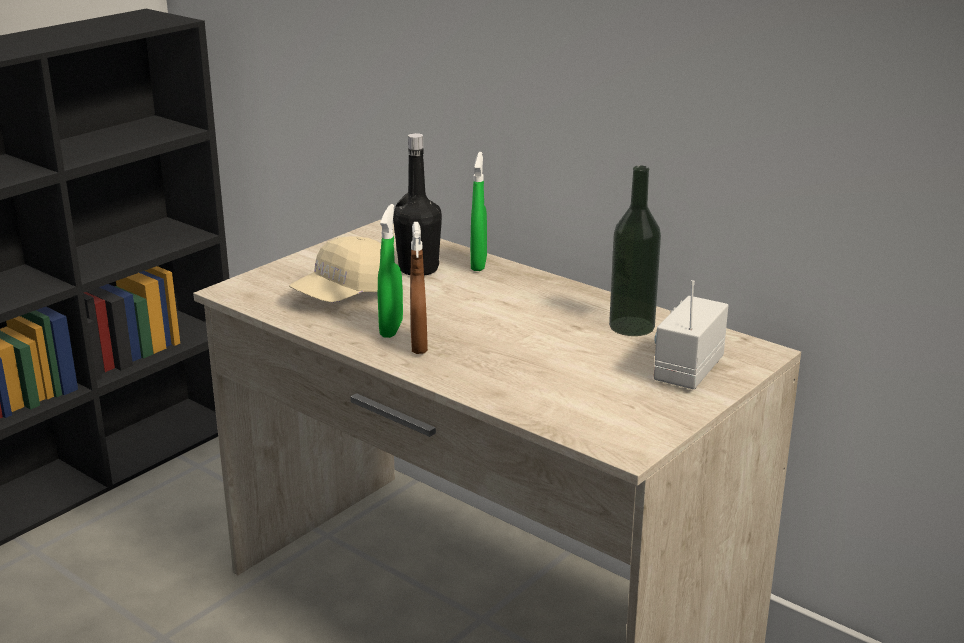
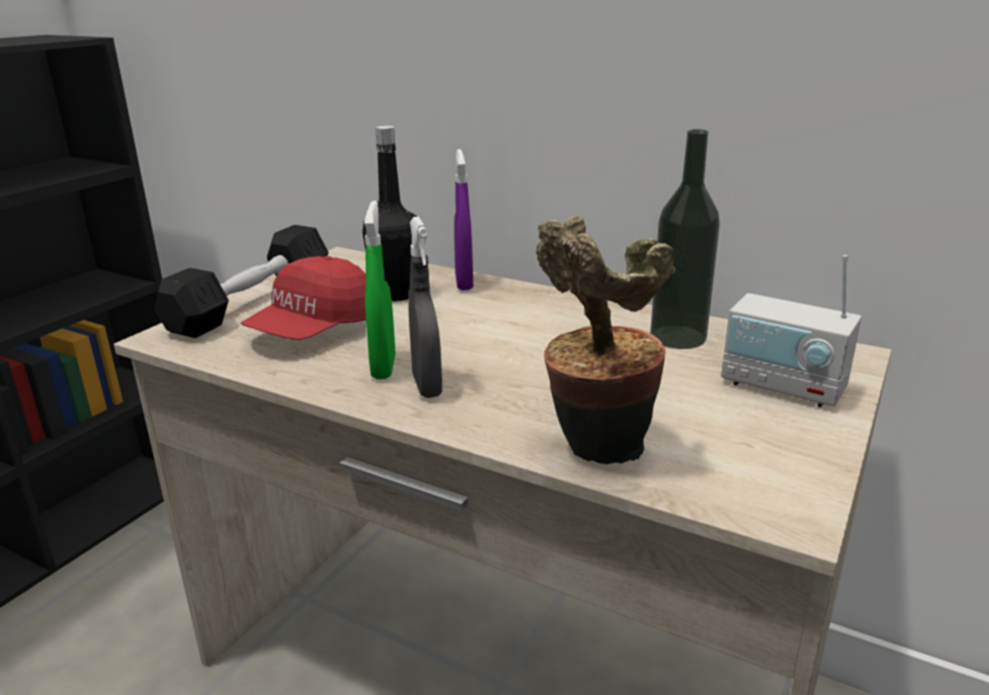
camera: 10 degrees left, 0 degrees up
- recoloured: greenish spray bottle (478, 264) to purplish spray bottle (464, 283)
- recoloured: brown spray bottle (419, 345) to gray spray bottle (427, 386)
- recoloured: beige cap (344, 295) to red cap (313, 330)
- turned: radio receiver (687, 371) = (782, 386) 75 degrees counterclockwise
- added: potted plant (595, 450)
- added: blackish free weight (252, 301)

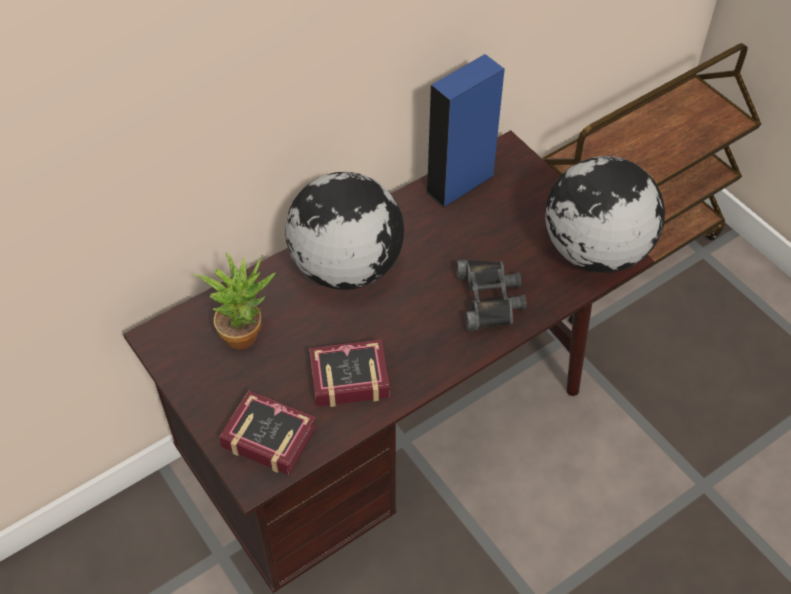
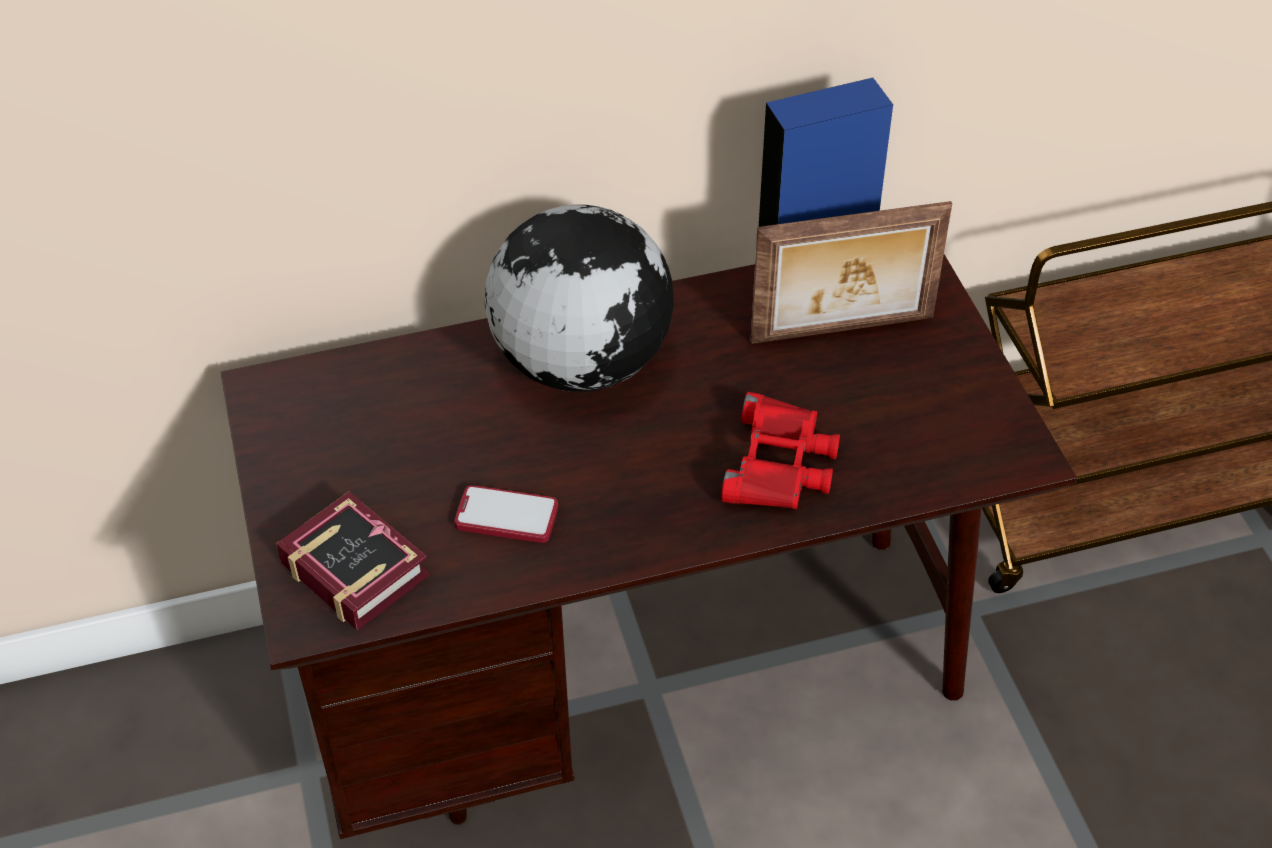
camera: 20 degrees right, 5 degrees down
- removed: desk globe (594, 251)
- removed: potted plant (246, 331)
- recoloured: blackish pair of binoculars (490, 298) to red pair of binoculars (781, 464)
- replaced: volume (345, 377) to handset (506, 516)
- added: standing frame (843, 331)

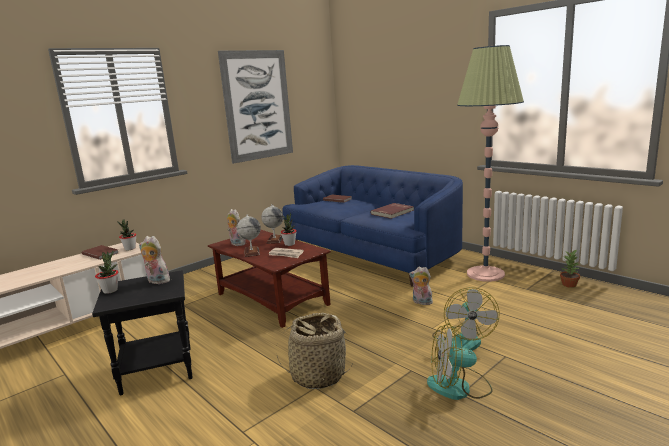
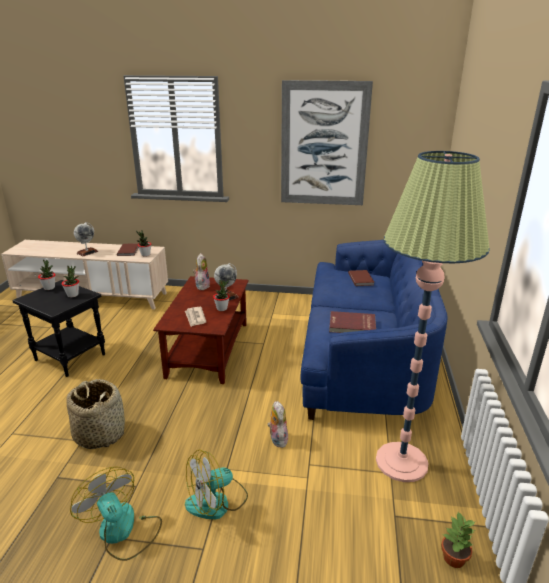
camera: 50 degrees right, 10 degrees up
- moved: desk globe (251, 252) to (87, 252)
- replaced: plush toy (156, 281) to potted plant (73, 295)

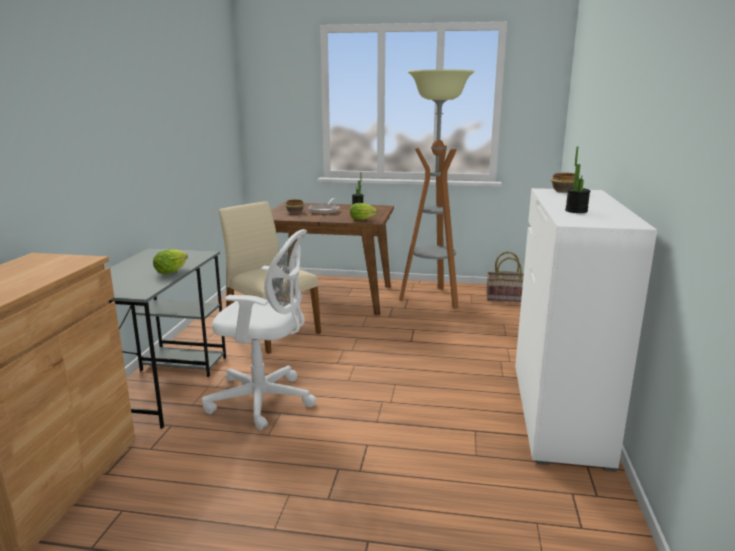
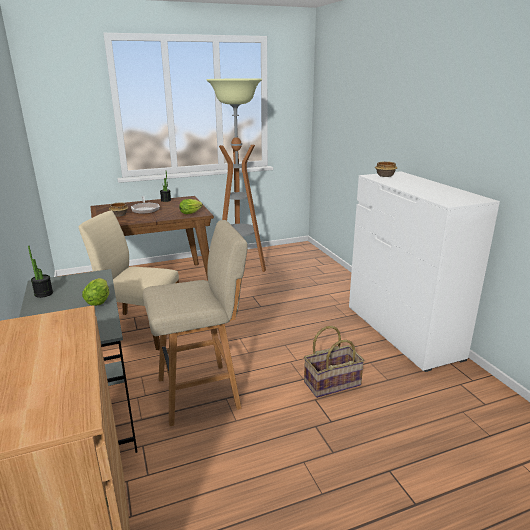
camera: 30 degrees left, 5 degrees up
- moved: potted plant (576, 211) to (43, 293)
- replaced: white-coloured office chair (265, 400) to beige stool (201, 392)
- moved: household basket (506, 297) to (332, 383)

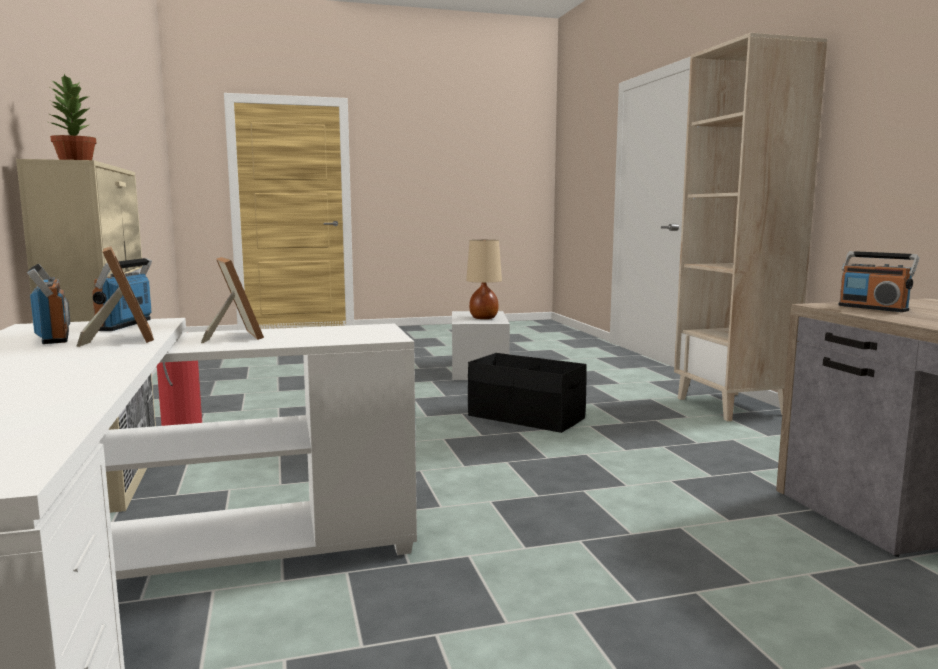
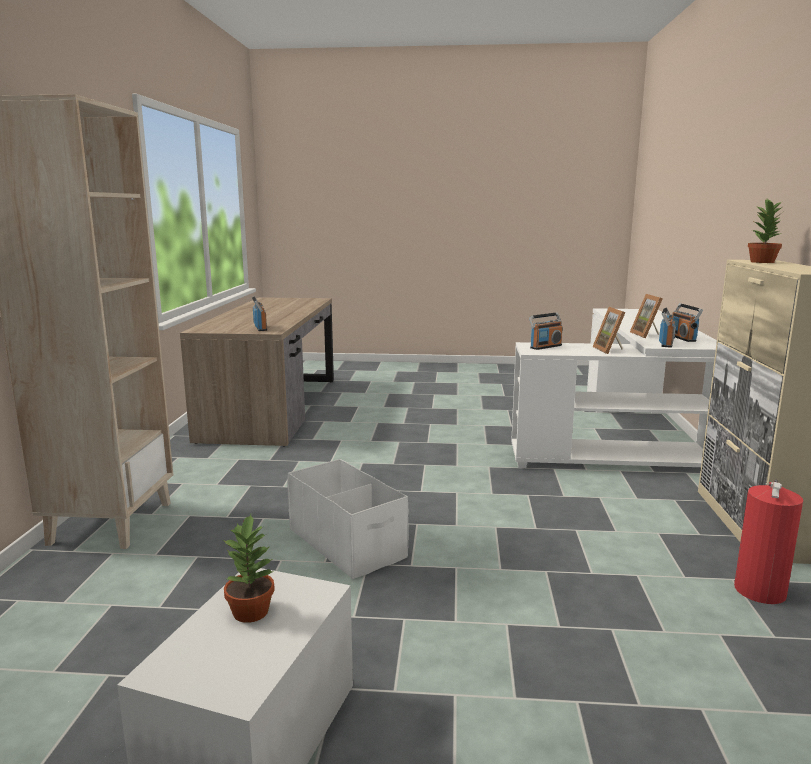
camera: 160 degrees left, 5 degrees up
- replaced: beige table lamp (483, 318) to potted plant (252, 612)
- recoloured: blackish storage box (525, 417) to white-coloured storage box (347, 543)
- added: radio receiver (545, 347)

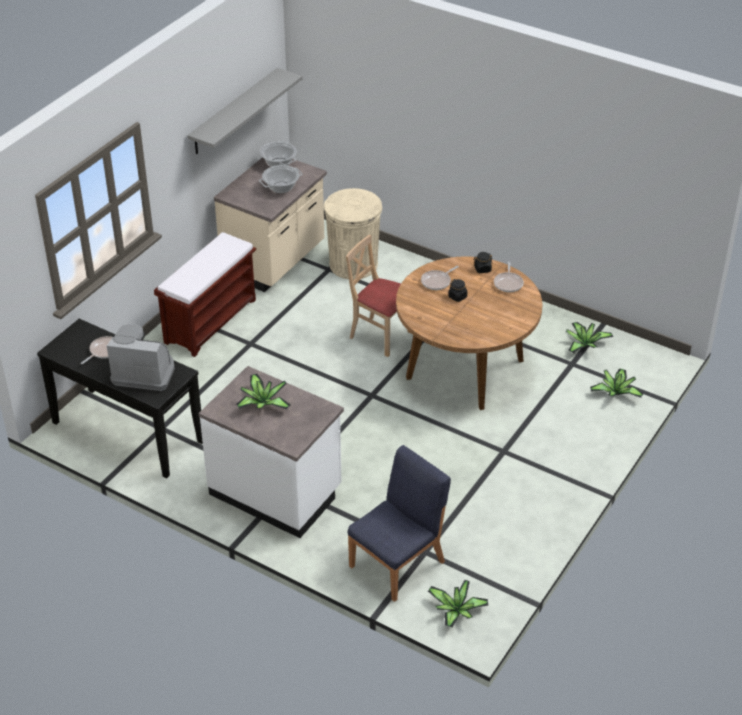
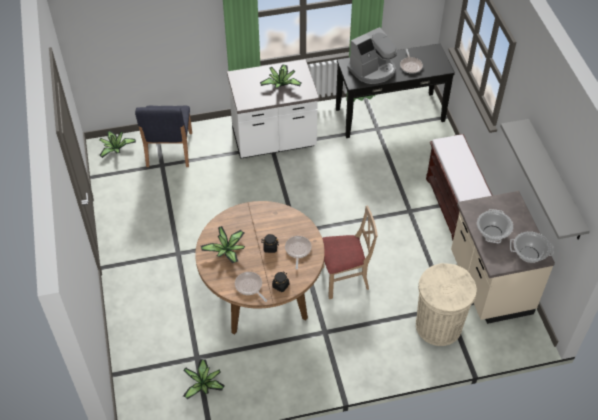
camera: 135 degrees right, 10 degrees up
- moved: potted plant (616, 392) to (227, 251)

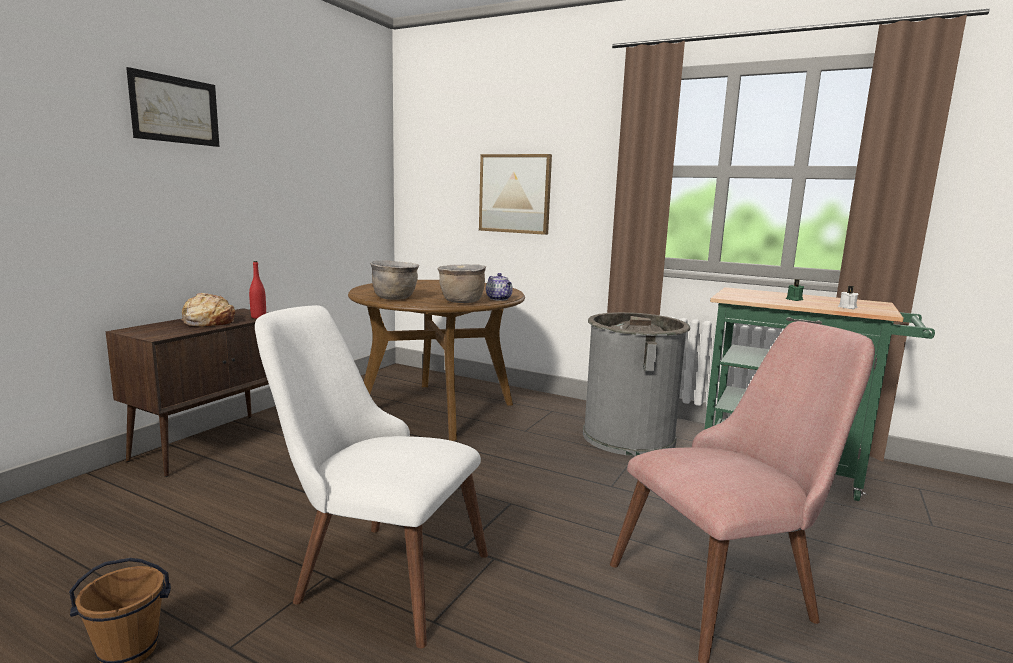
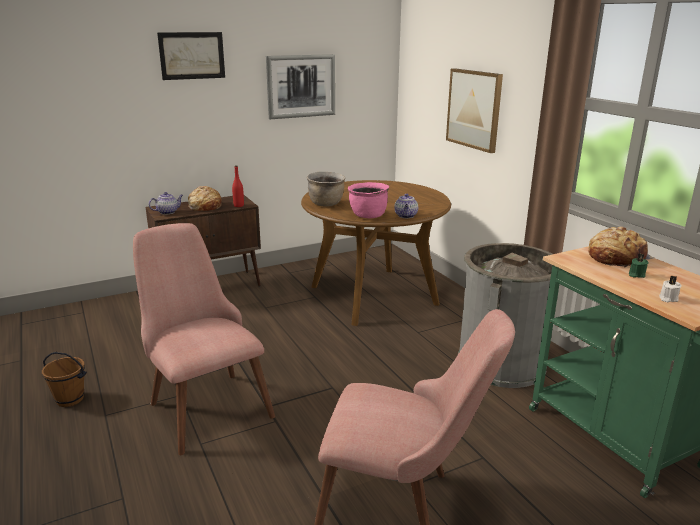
camera: 35 degrees right, 10 degrees up
- recoloured: brown stockpot (461, 302) to pinkish stockpot (367, 216)
- recoloured: white-coloured plain chair (373, 572) to pinkish plain chair (203, 402)
- added: wall art (301, 86)
- added: teapot (168, 212)
- added: bread (615, 257)

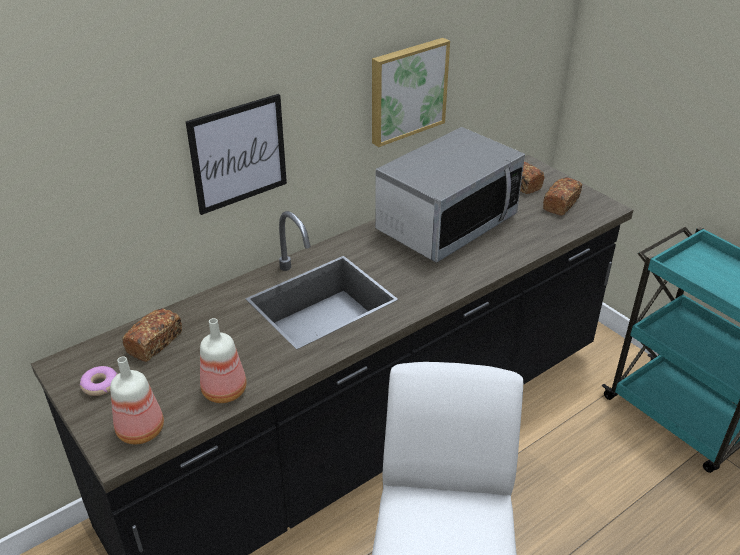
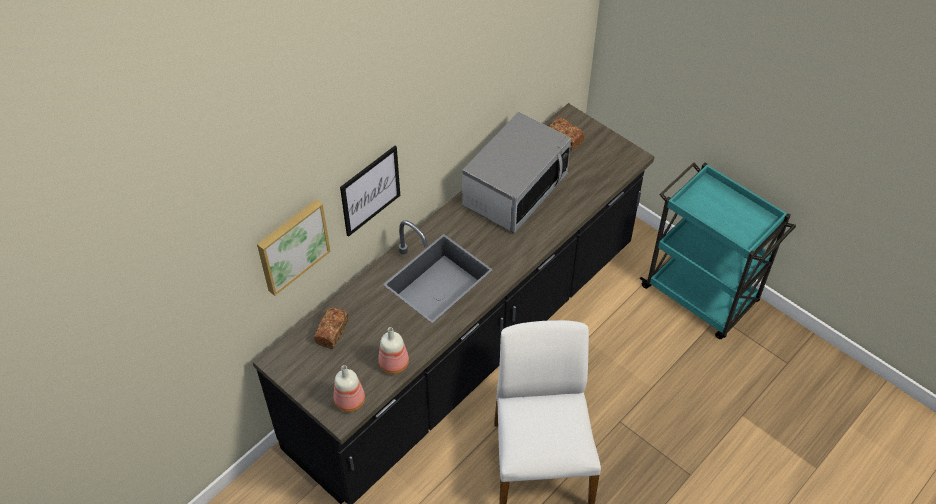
camera: 10 degrees left, 15 degrees up
- moved: wall art (407, 90) to (292, 245)
- removed: bread (560, 204)
- removed: donut (100, 385)

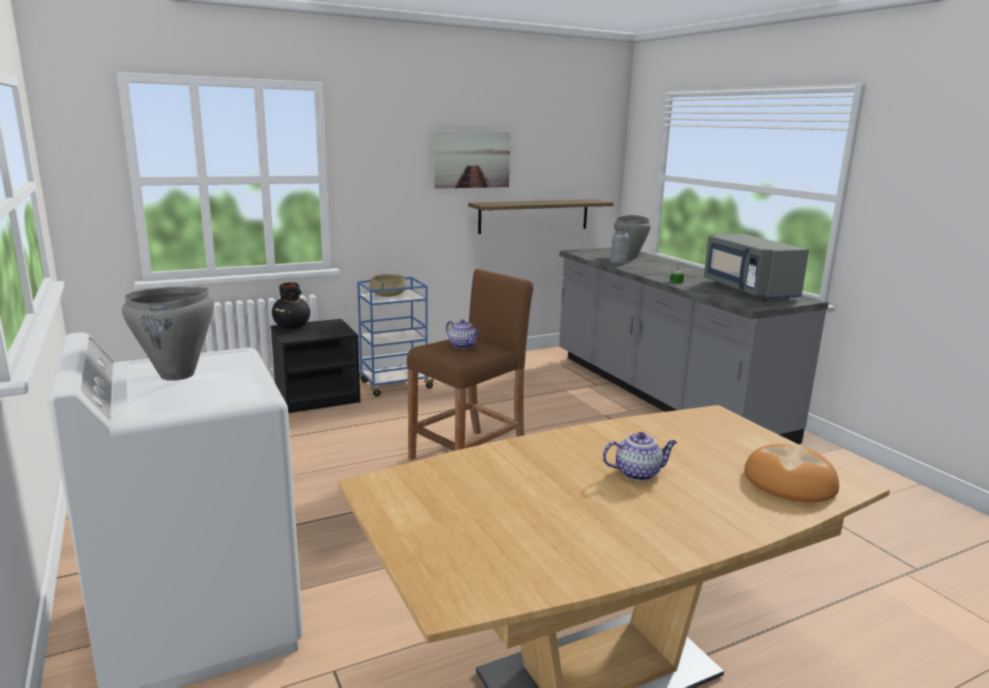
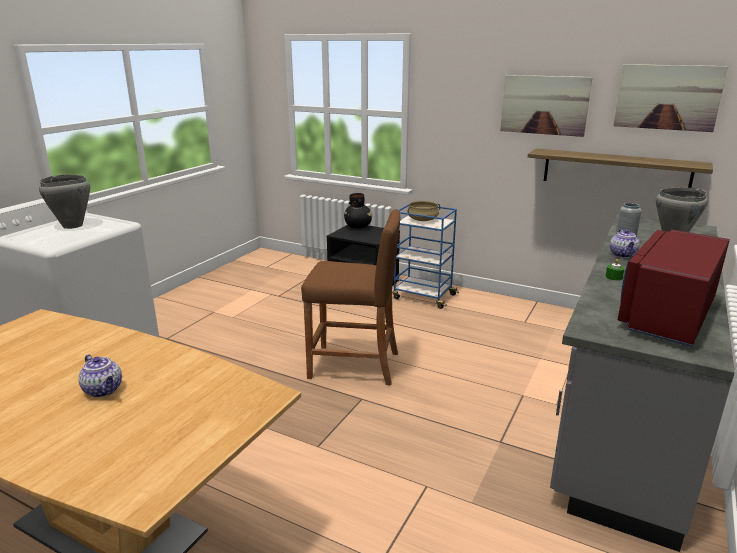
camera: 55 degrees right, 5 degrees up
- recoloured: gray microwave oven (747, 290) to red microwave oven (666, 315)
- moved: teapot (463, 346) to (623, 255)
- removed: bread (790, 482)
- added: wall art (667, 97)

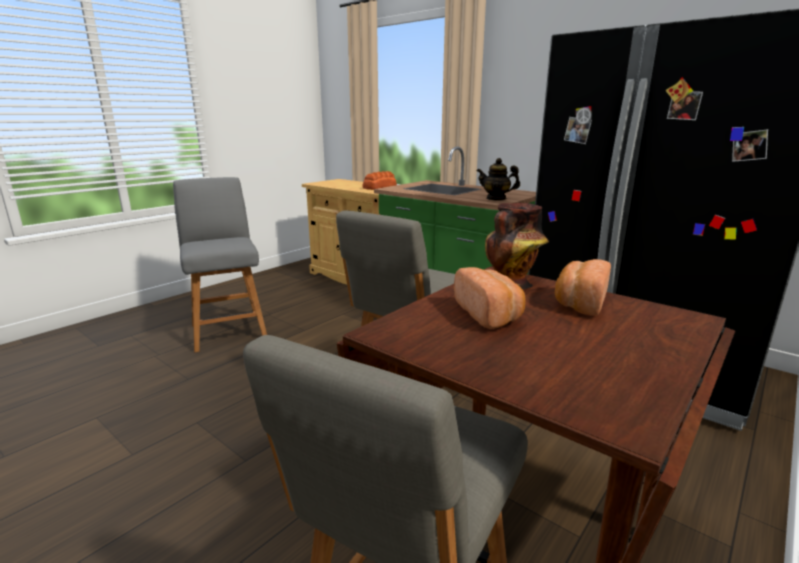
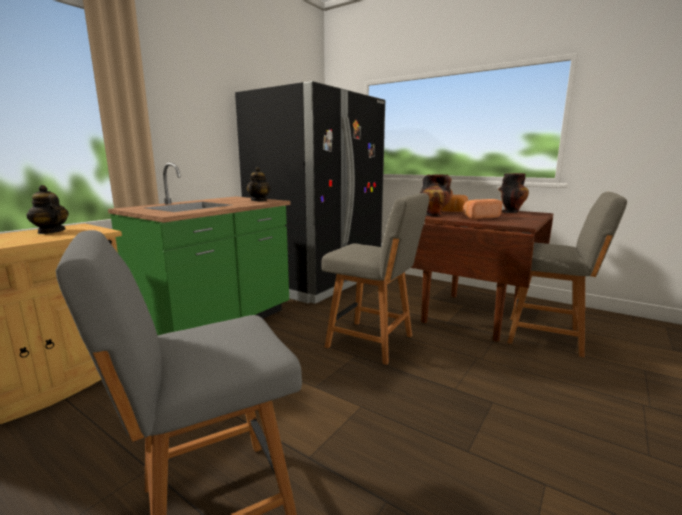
camera: 95 degrees left, 5 degrees down
- replaced: bread (379, 187) to teapot (51, 232)
- added: vase (510, 212)

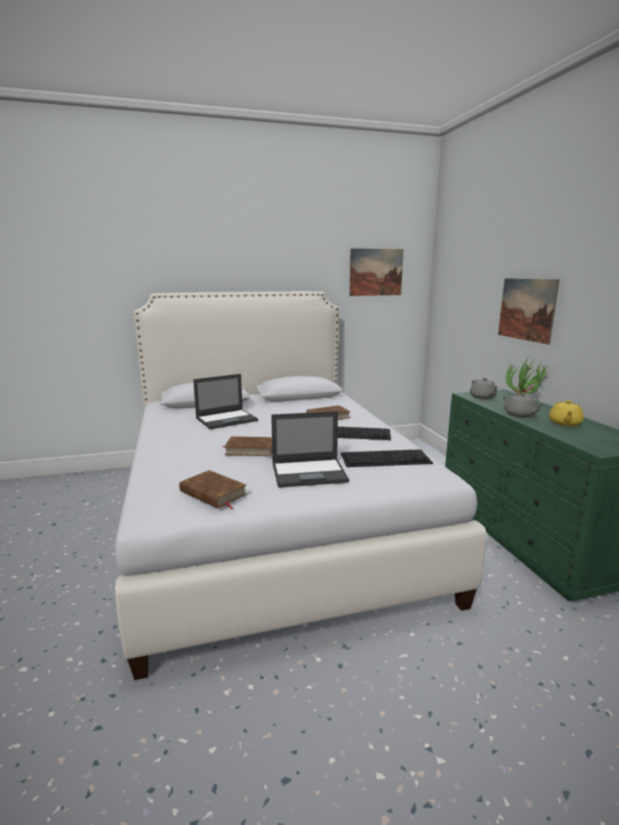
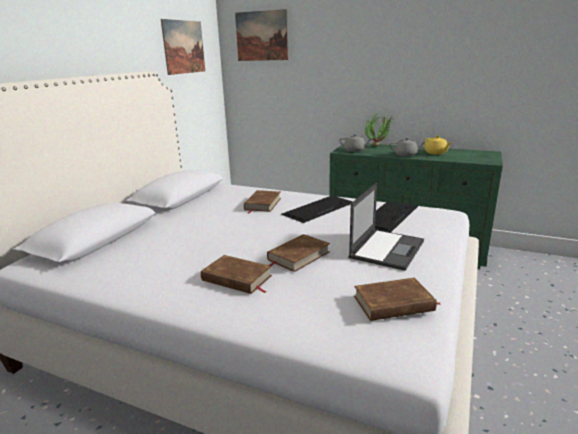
camera: 50 degrees left, 5 degrees up
- moved: wall art (526, 309) to (262, 36)
- removed: portable computer (227, 419)
- added: brown volume (237, 278)

